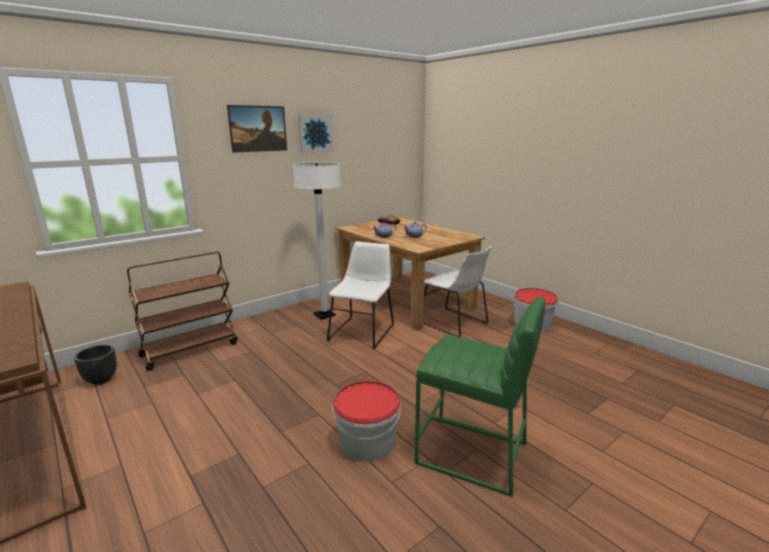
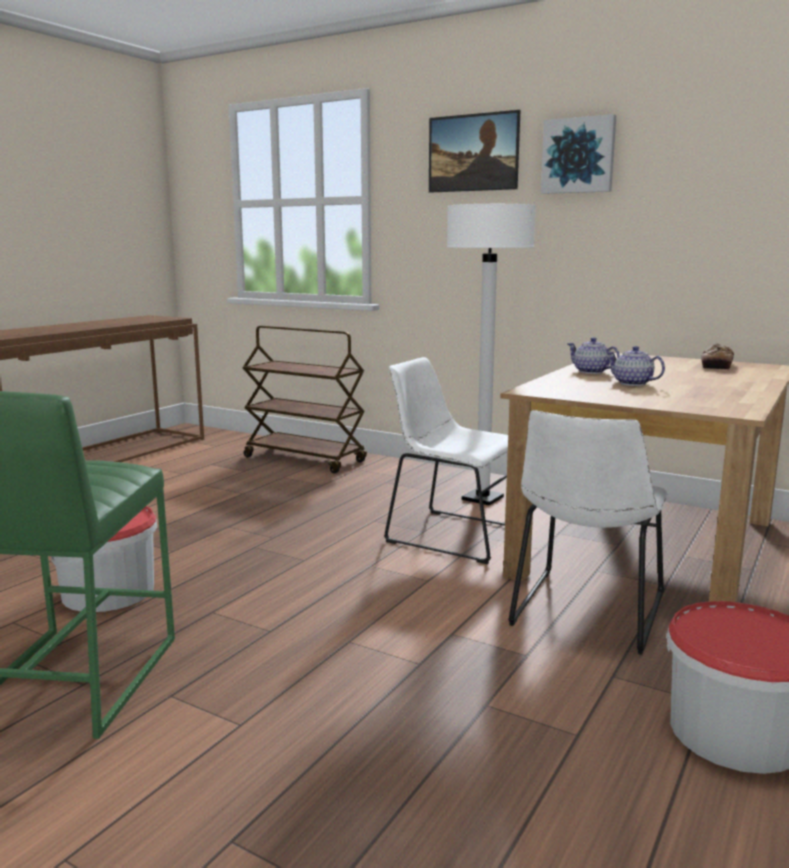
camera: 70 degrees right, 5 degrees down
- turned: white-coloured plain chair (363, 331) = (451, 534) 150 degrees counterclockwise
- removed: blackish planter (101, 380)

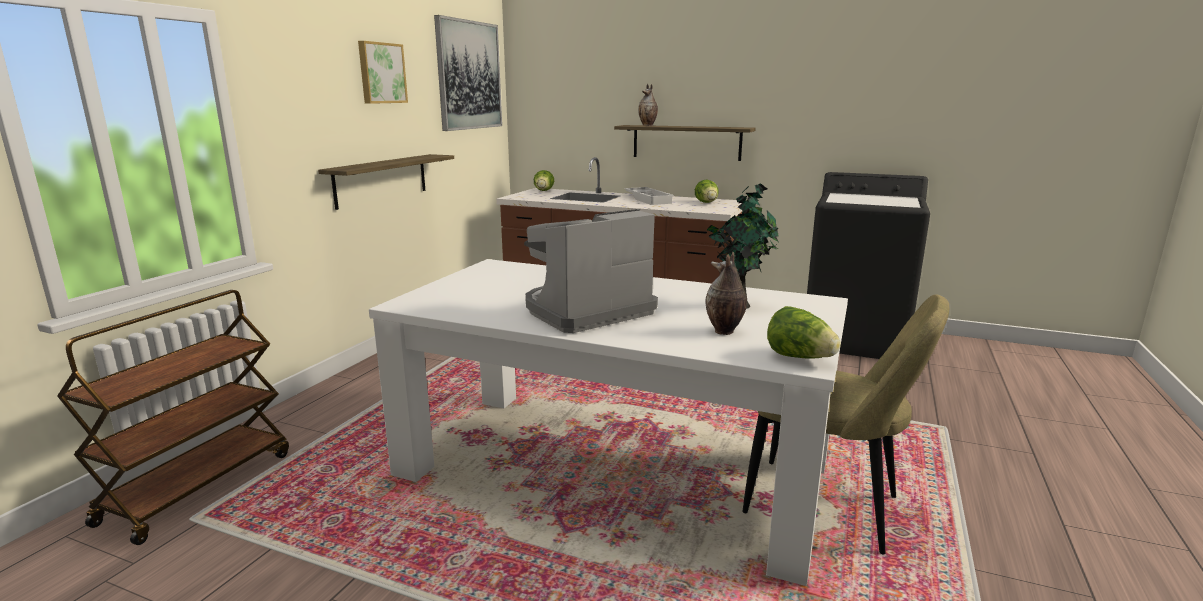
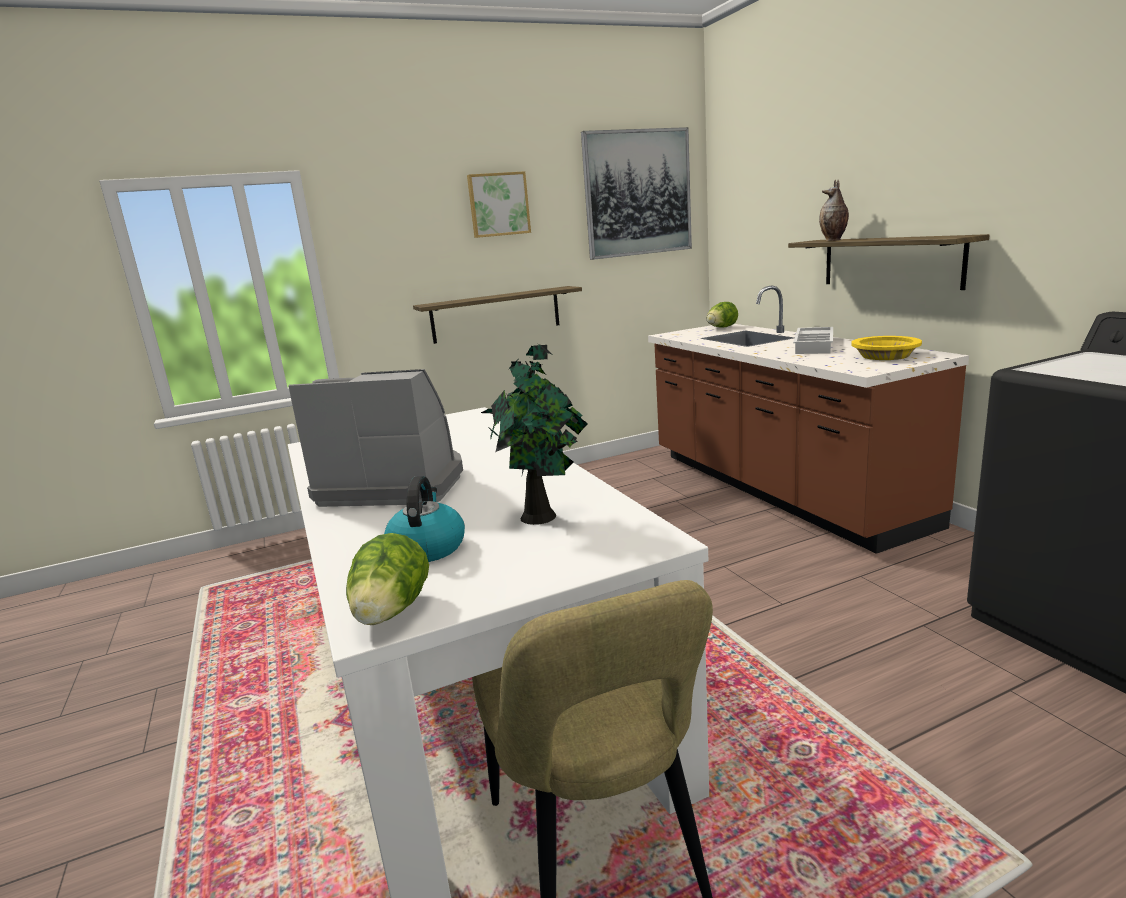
camera: 45 degrees right, 0 degrees up
- replaced: head of lettuce (707, 203) to yellowish deep dish (885, 356)
- replaced: vase (724, 331) to water kettle (427, 548)
- removed: brown trolley (198, 486)

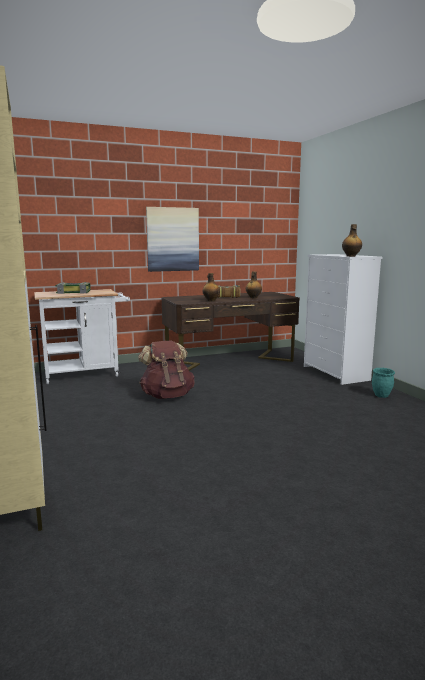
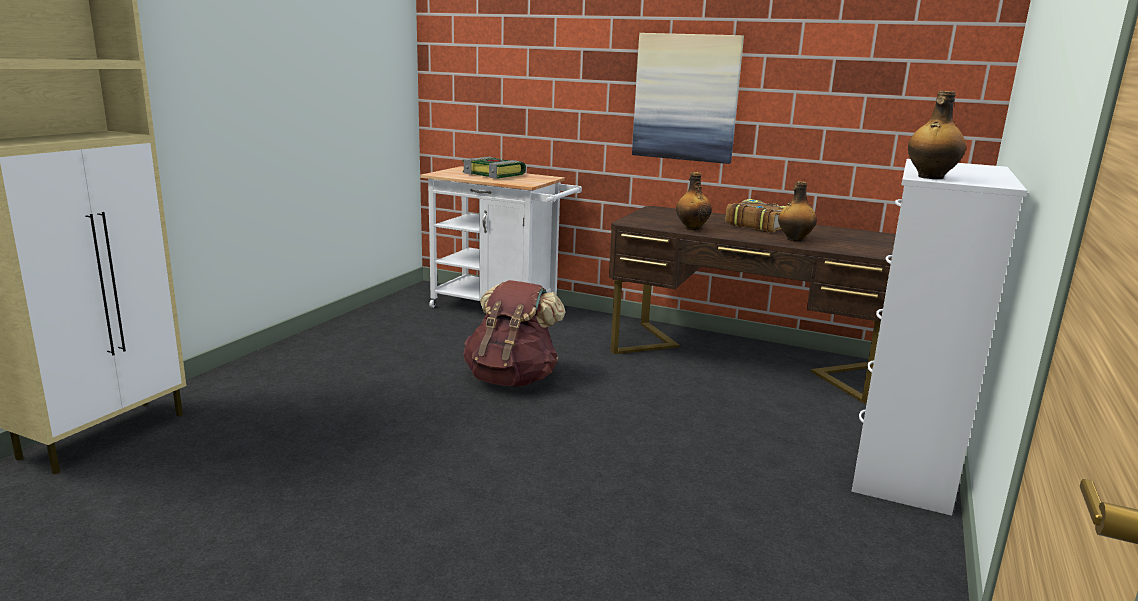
camera: 45 degrees right, 5 degrees up
- removed: blue-green planter (381, 396)

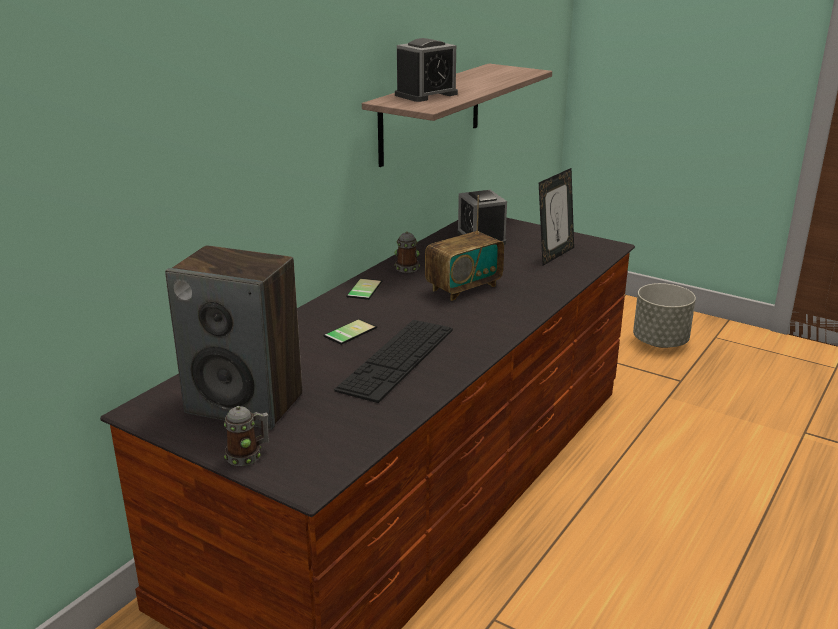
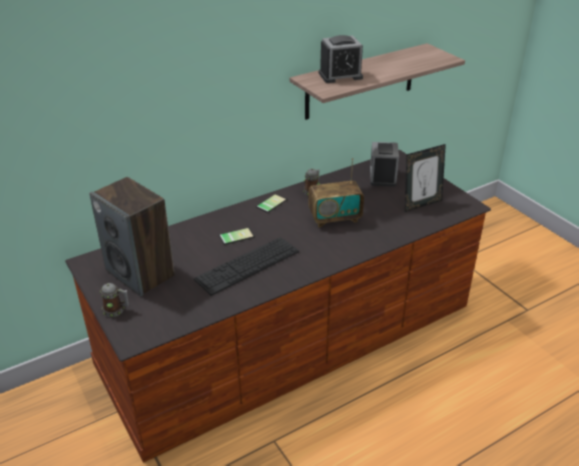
camera: 25 degrees right, 10 degrees up
- removed: gray planter (660, 342)

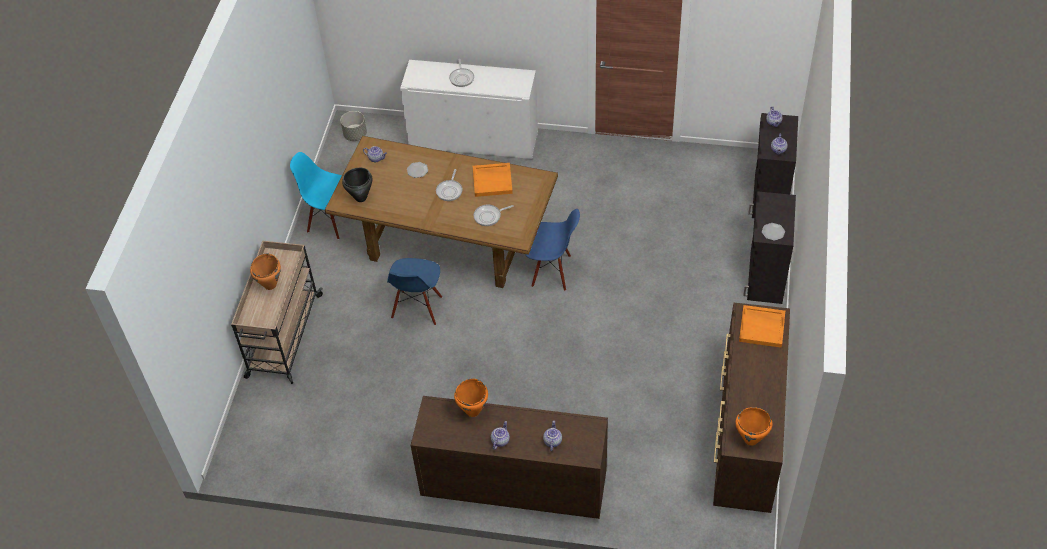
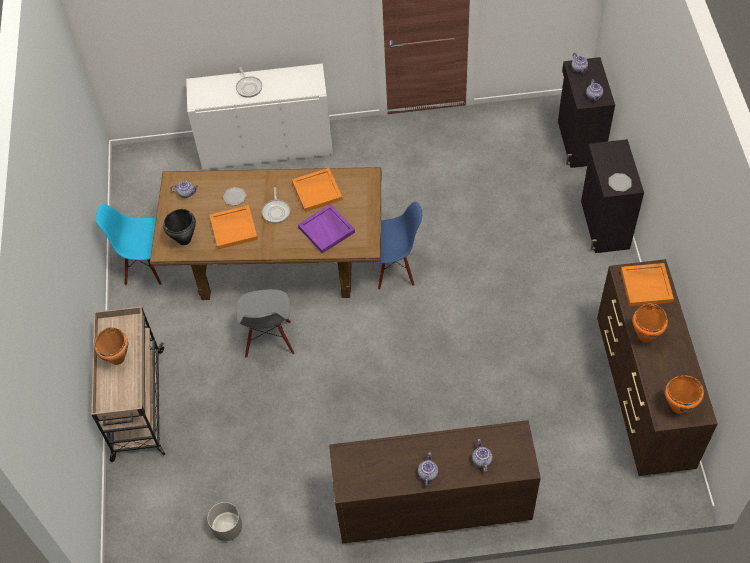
camera: 15 degrees left, 5 degrees up
- moved: gray planter (355, 135) to (227, 528)
- replaced: frying pan (489, 216) to purplish carrying tray (327, 230)
- recoloured: bluish plain chair (417, 308) to gray plain chair (269, 340)
- moved: orangey stockpot (472, 411) to (644, 336)
- added: orangey carrying tray (234, 228)

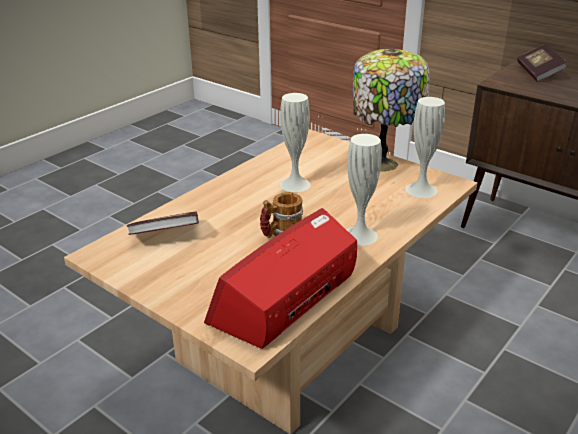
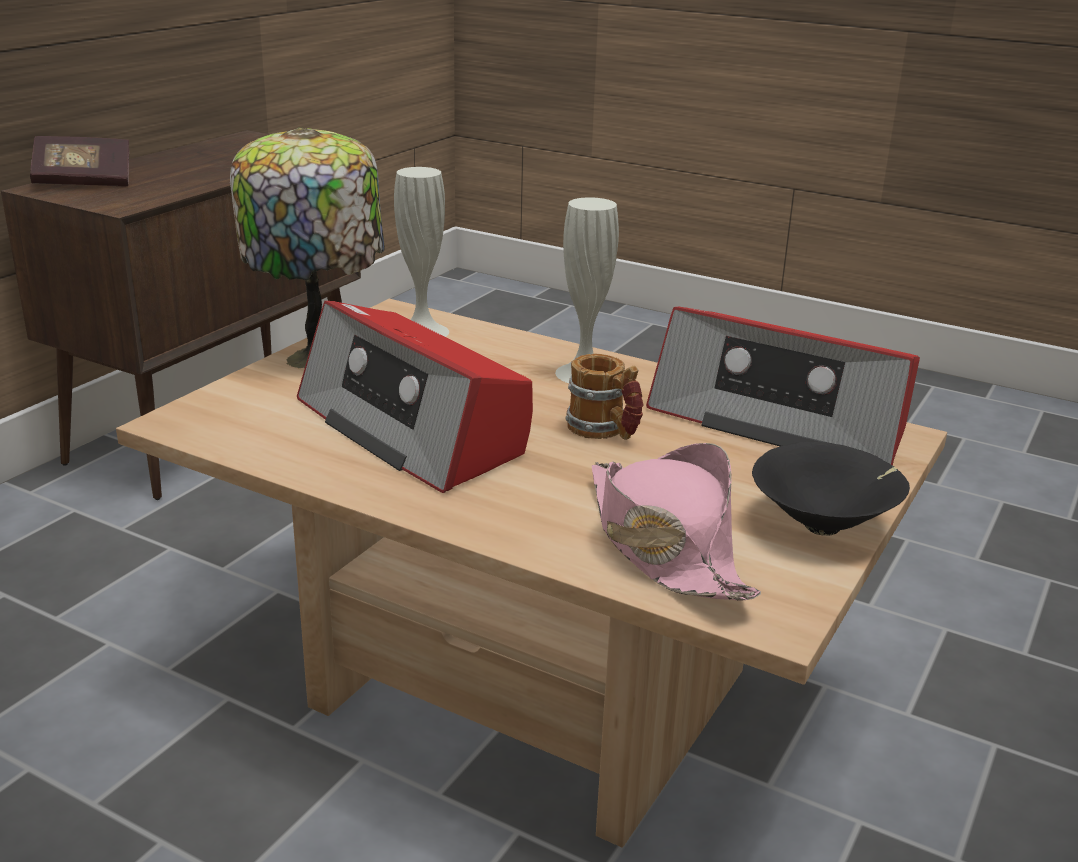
camera: 100 degrees left, 5 degrees down
- replaced: white-coloured vase (295, 184) to radio receiver (413, 428)
- replaced: volume (165, 236) to pinkish hat (663, 544)
- added: blackish deep dish (825, 526)

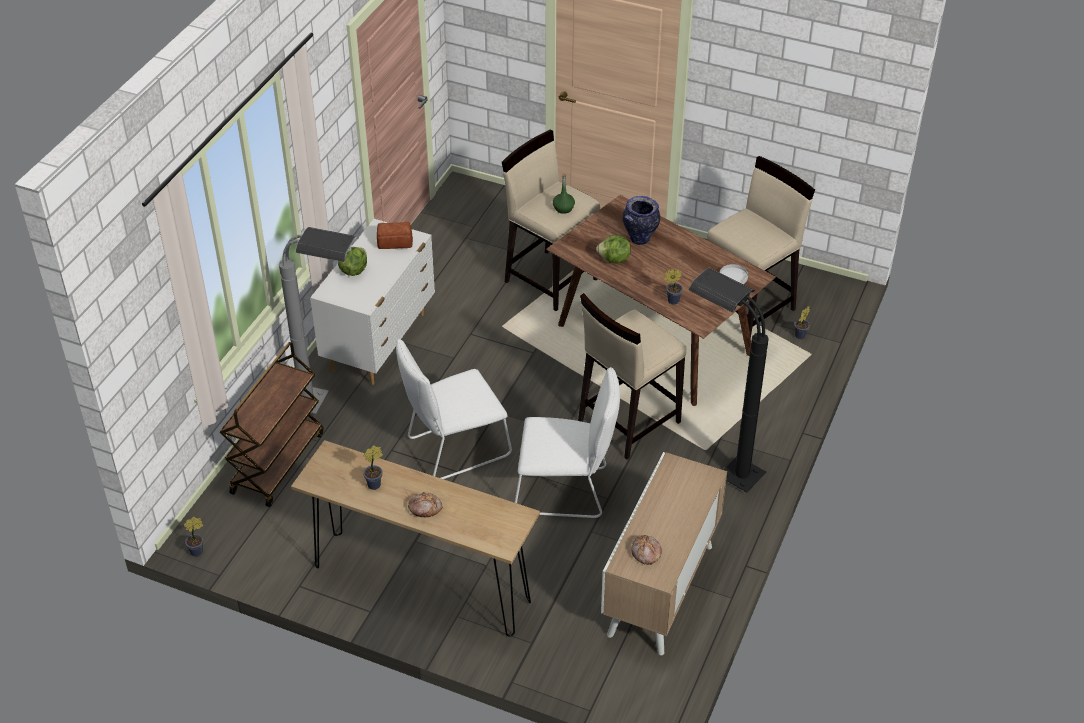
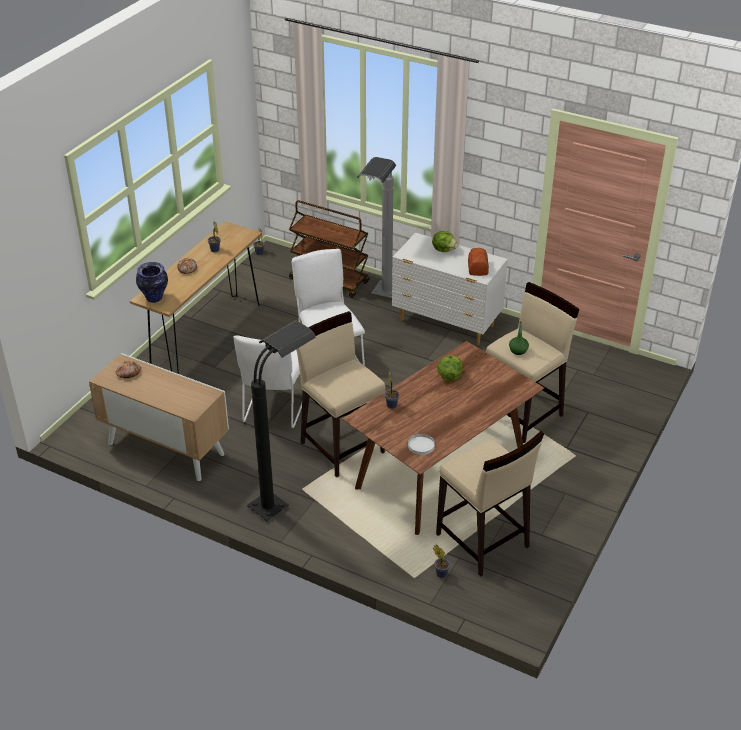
camera: 95 degrees right, 5 degrees down
- moved: vase (640, 239) to (154, 298)

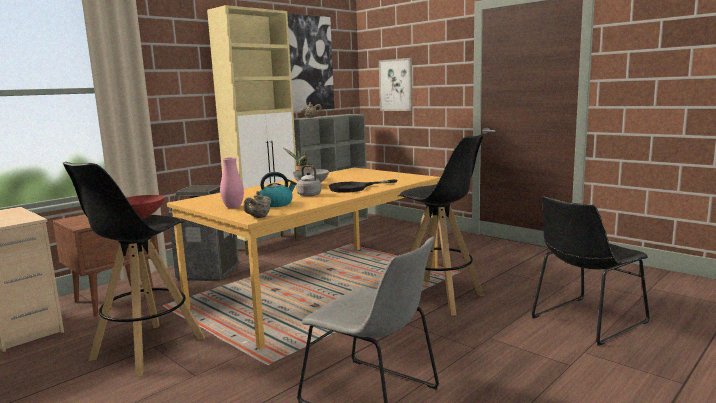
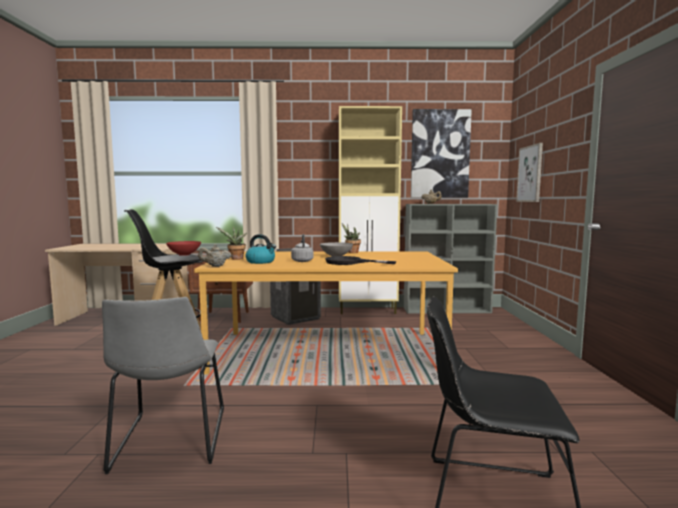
camera: 45 degrees right, 5 degrees down
- removed: blackish stool (439, 297)
- replaced: pinkish vase (233, 207) to potted plant (236, 259)

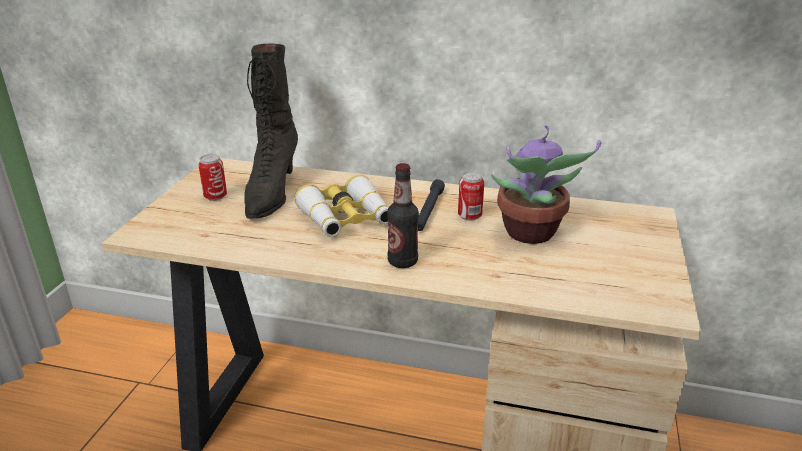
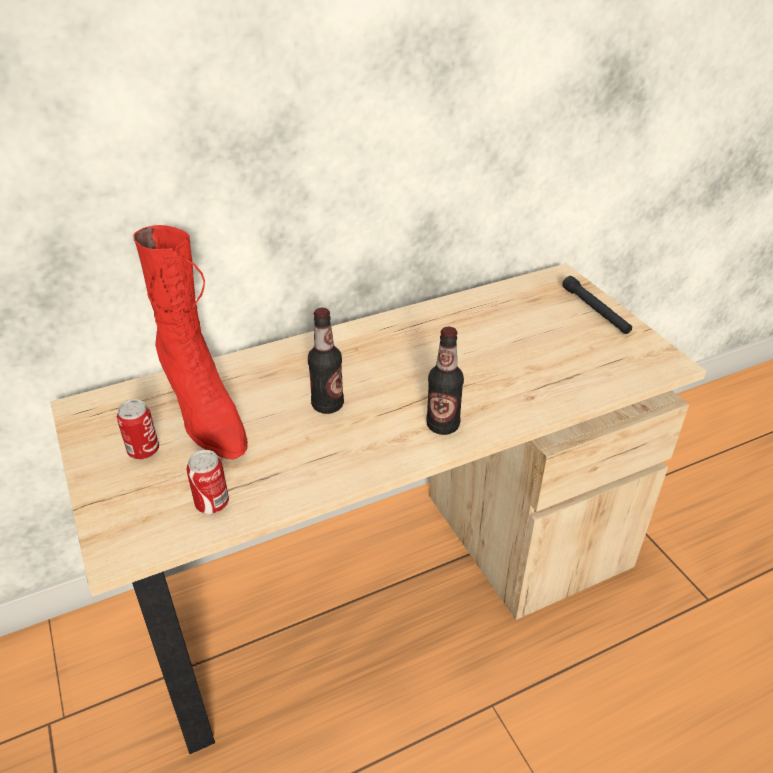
camera: 40 degrees left, 10 degrees up
- recoloured: blackish tall boot (271, 193) to red tall boot (205, 414)
- removed: potted plant (530, 234)
- moved: sealed can (469, 216) to (212, 504)
- replaced: pair of binoculars (346, 218) to beverage bottle (327, 405)
- moved: blackish hand torch (429, 211) to (595, 311)

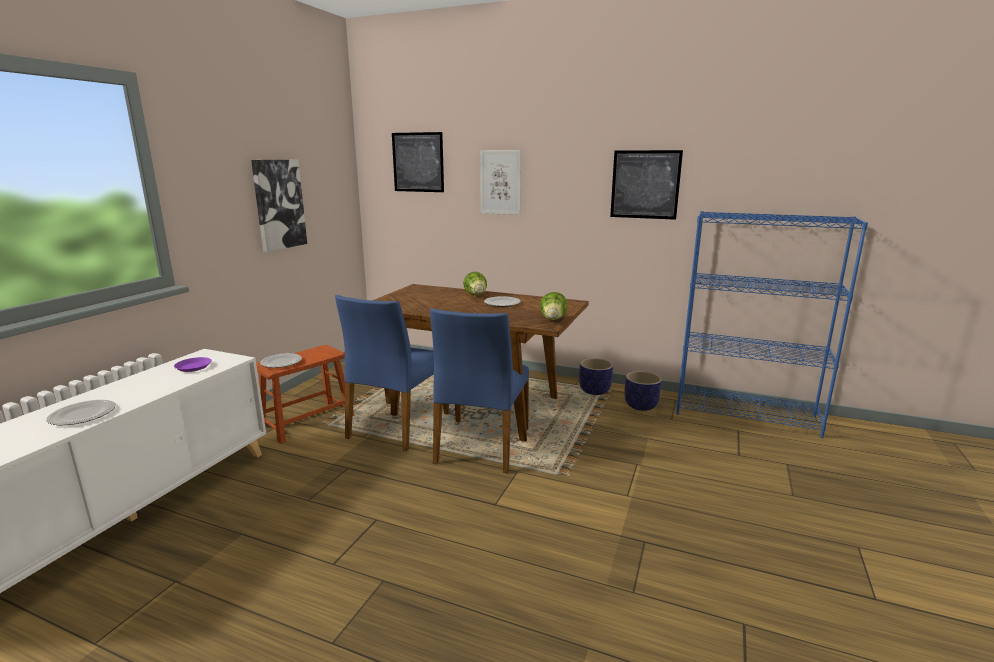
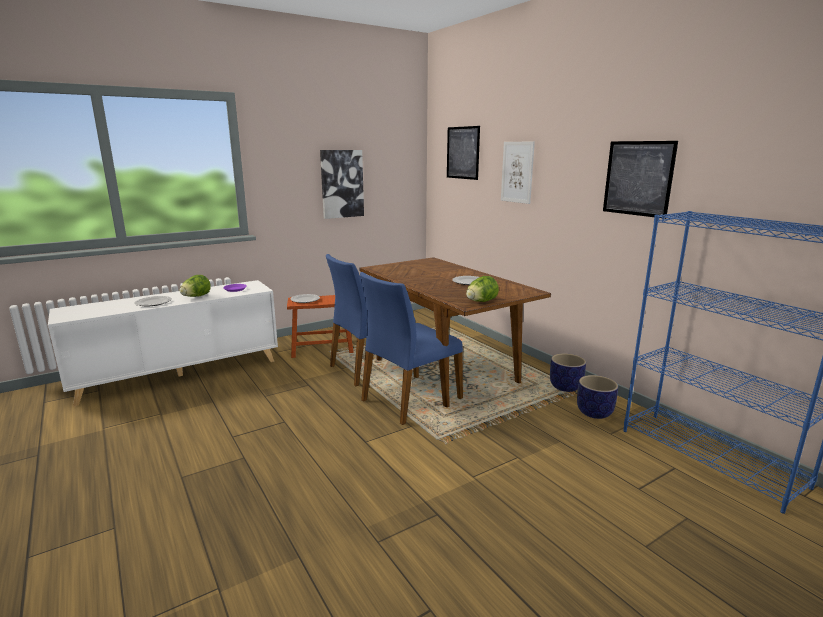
camera: 35 degrees right, 0 degrees up
- moved: head of lettuce (476, 295) to (196, 297)

